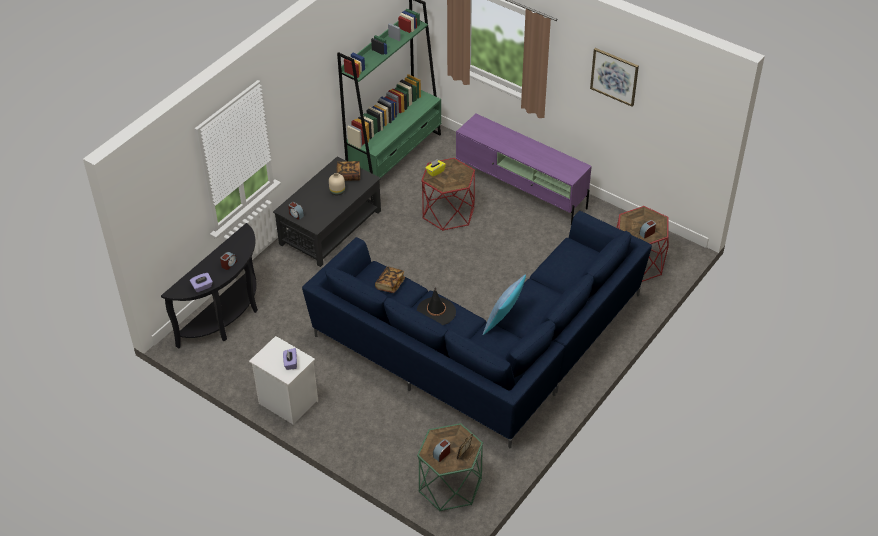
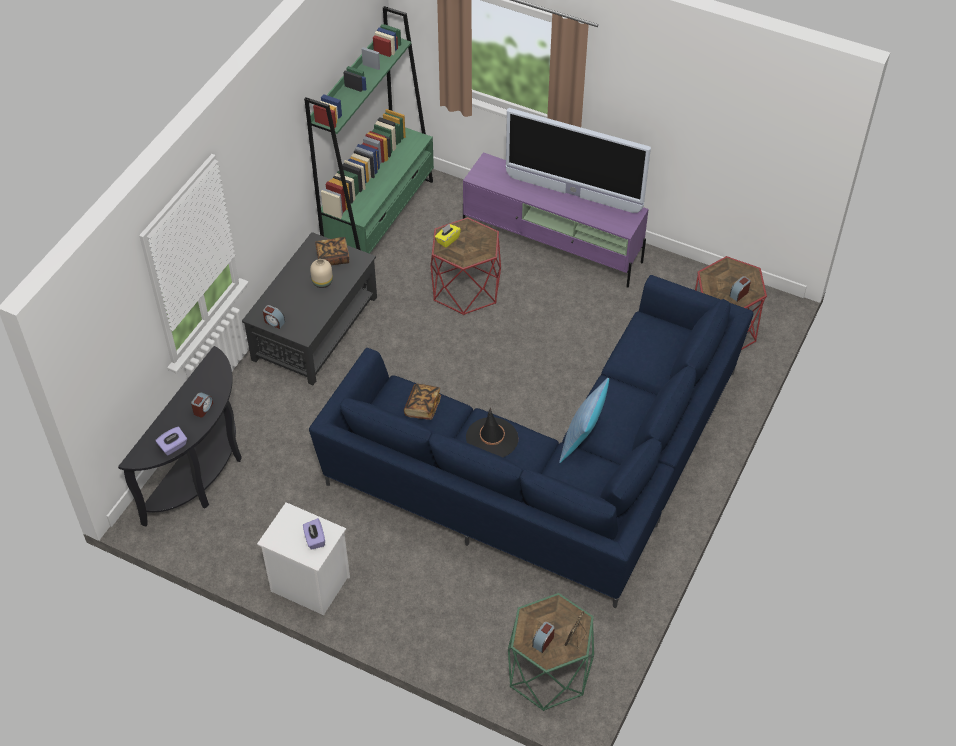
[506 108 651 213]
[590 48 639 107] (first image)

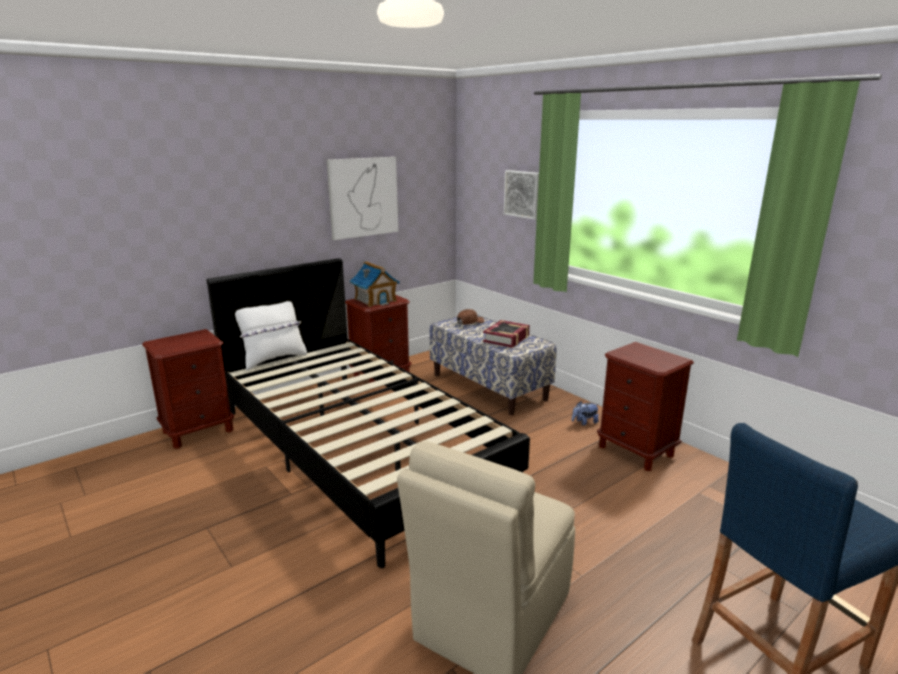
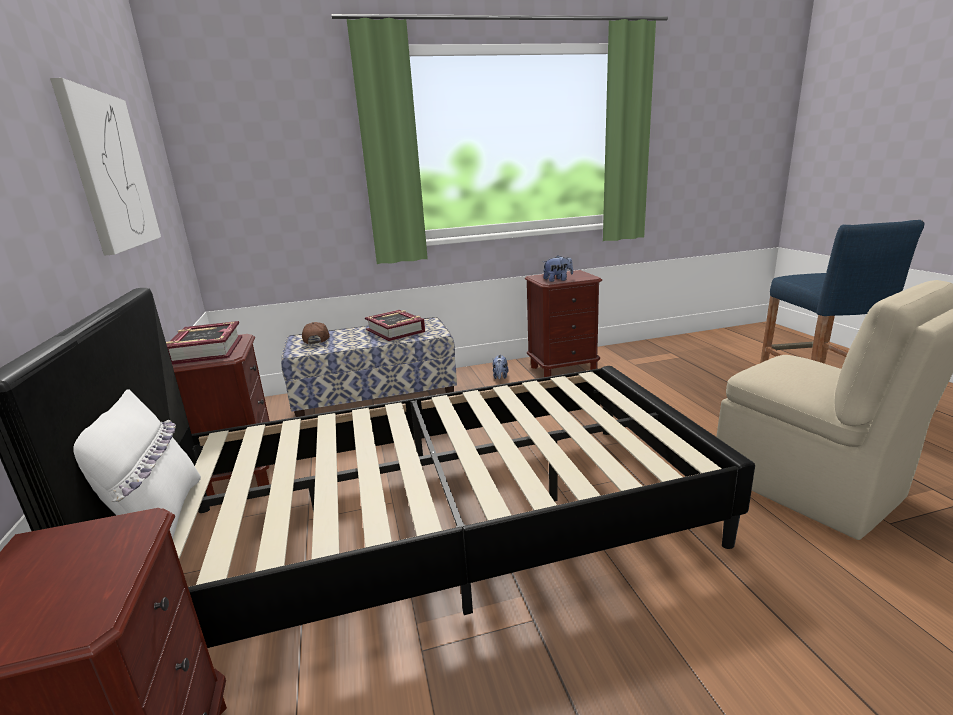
[166 321 242 364]
[543 255 573 282]
[504 170 539 220] (first image)

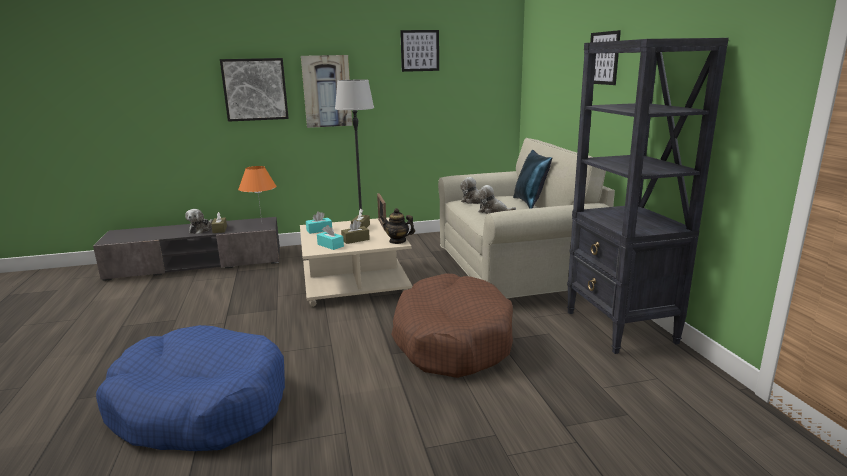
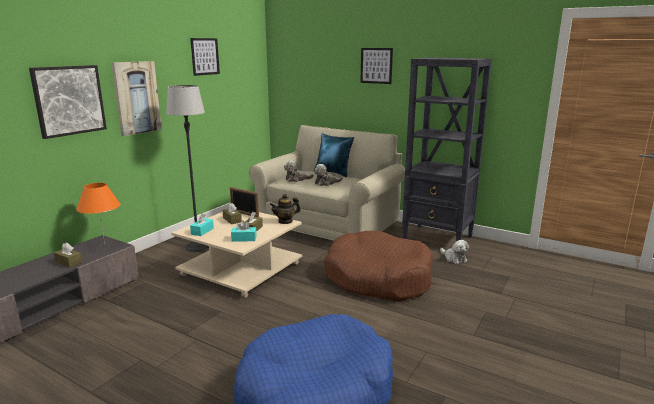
[440 240 469 264]

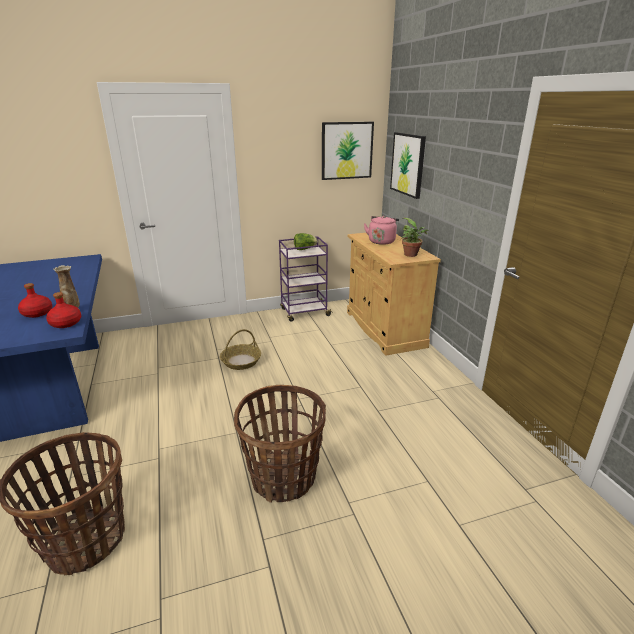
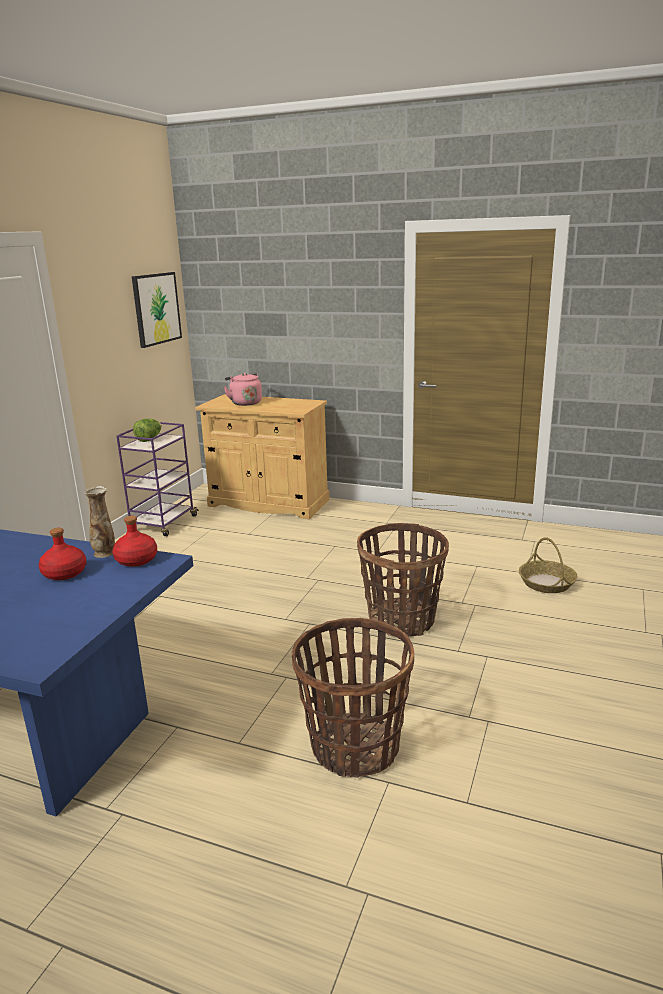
[519 537 577 593]
[390 132 426 199] (first image)
[401 218 429 257] (first image)

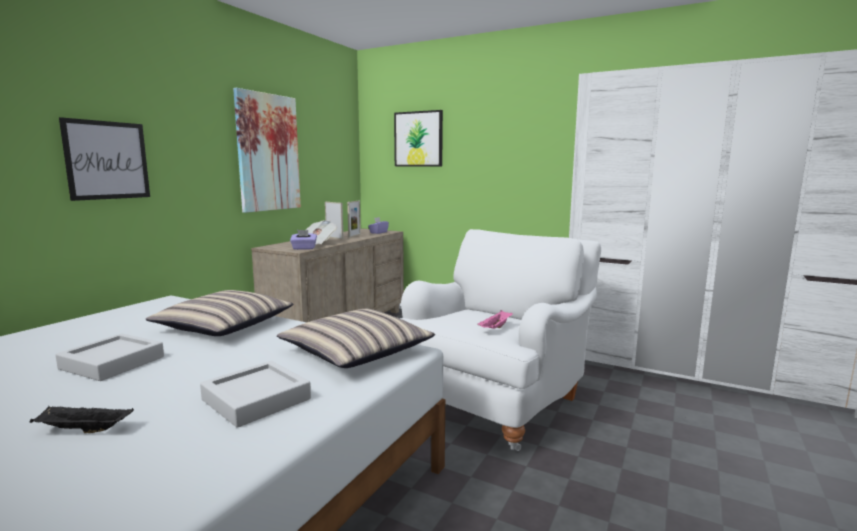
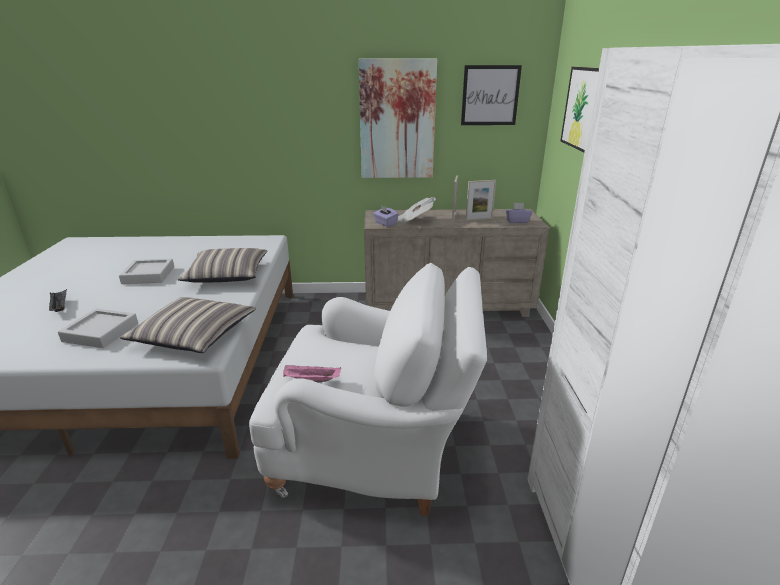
[461 65 522 125]

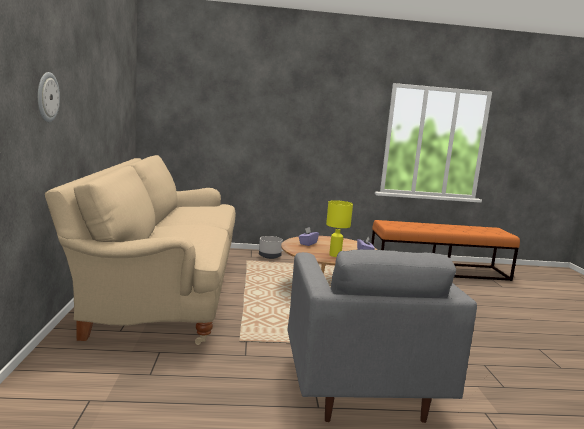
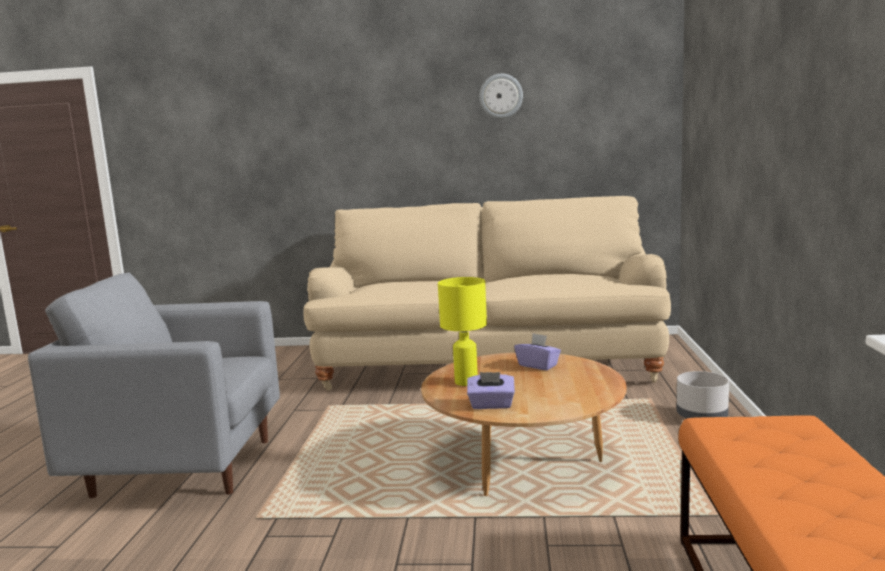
[479 74 523 119]

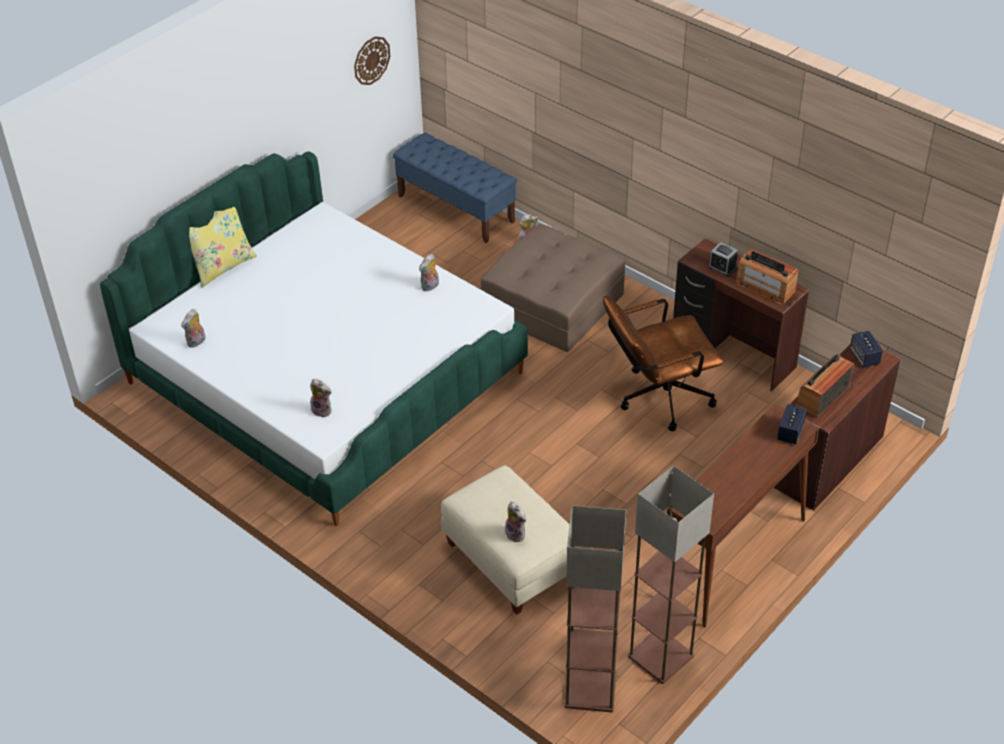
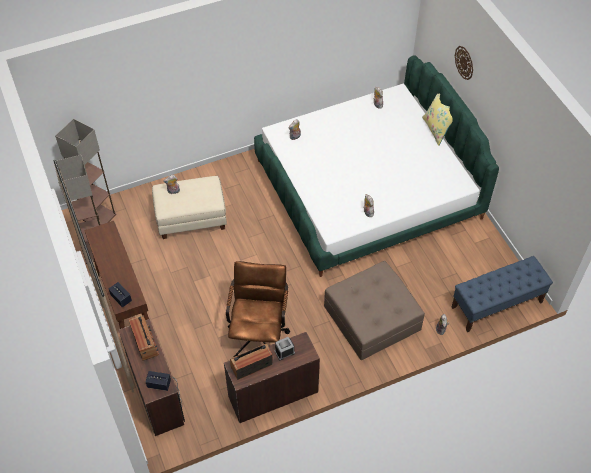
[455 46 473 80]

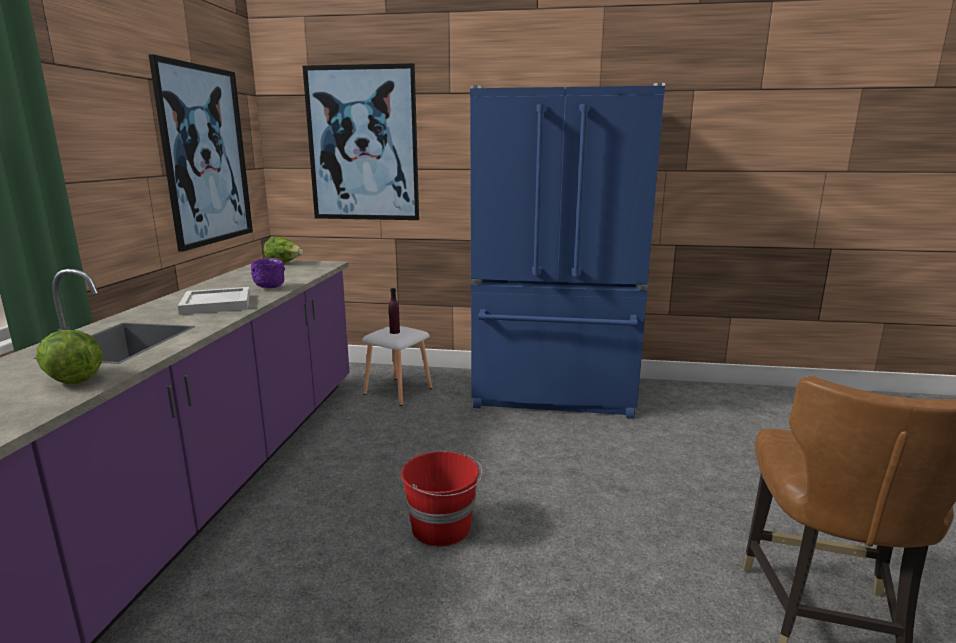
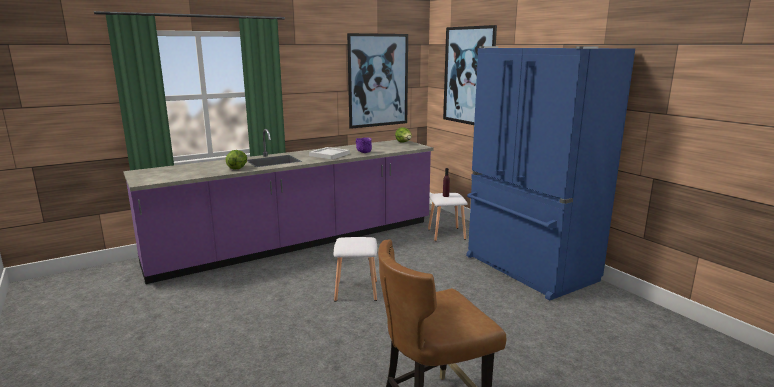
[334 237 377 302]

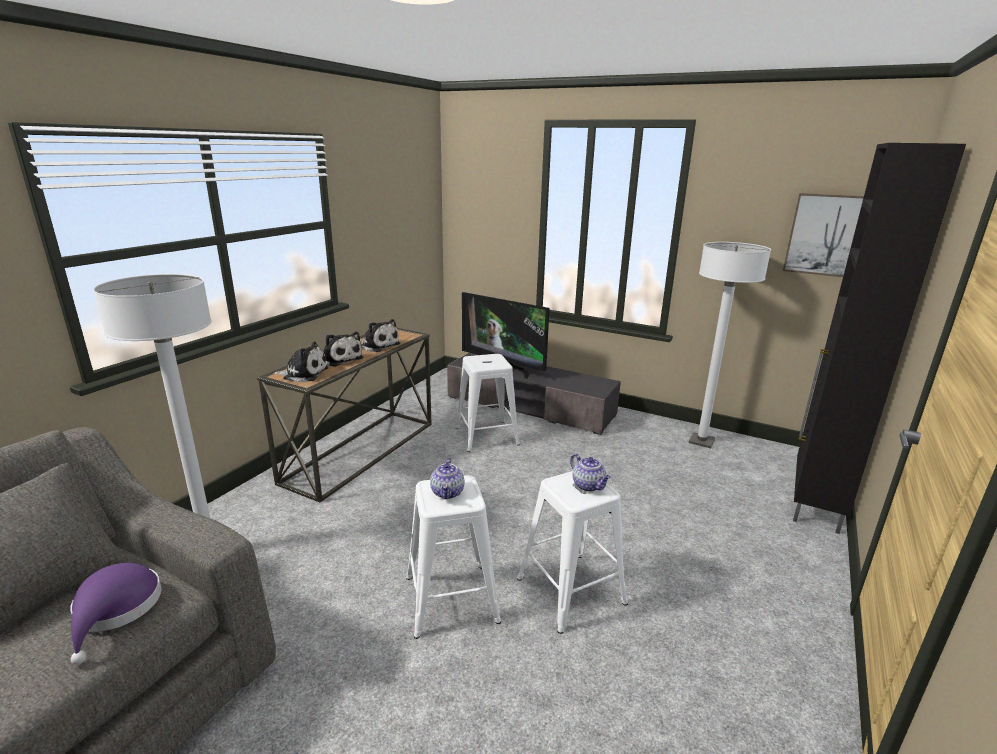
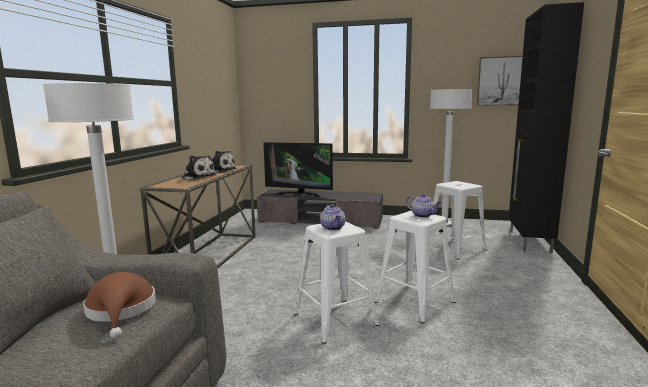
[83 272 156 339]
[430 181 487 259]
[273 341 328 382] (first image)

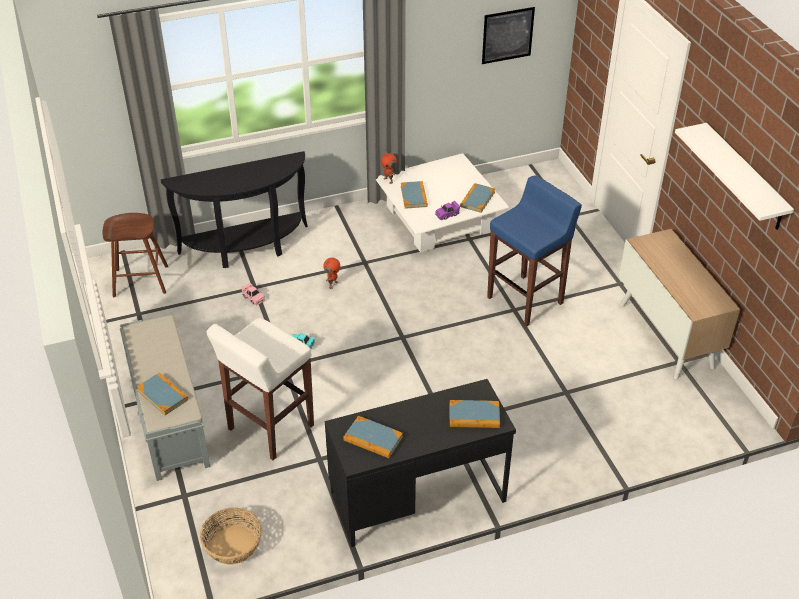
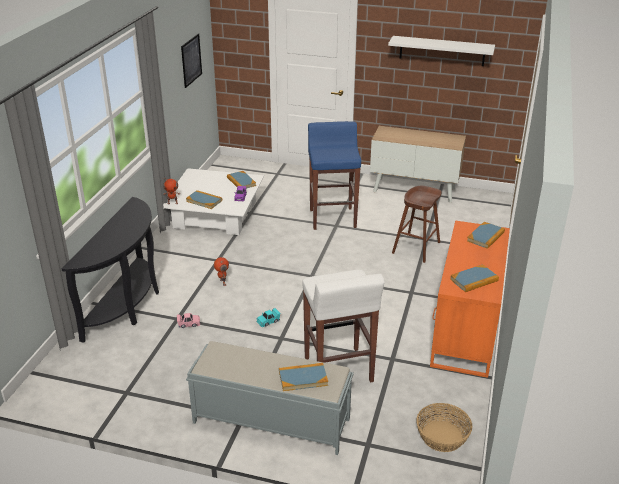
[392 186 441 263]
[430 220 510 378]

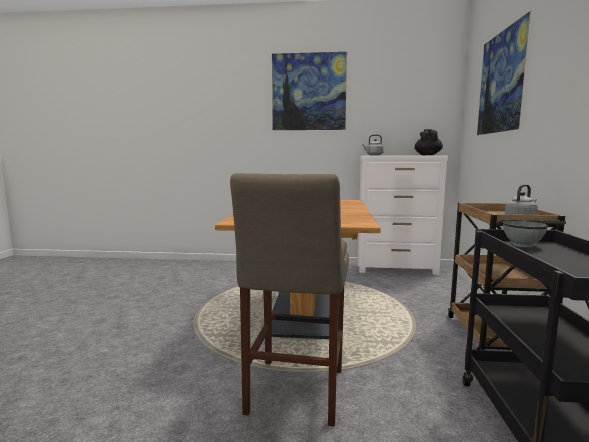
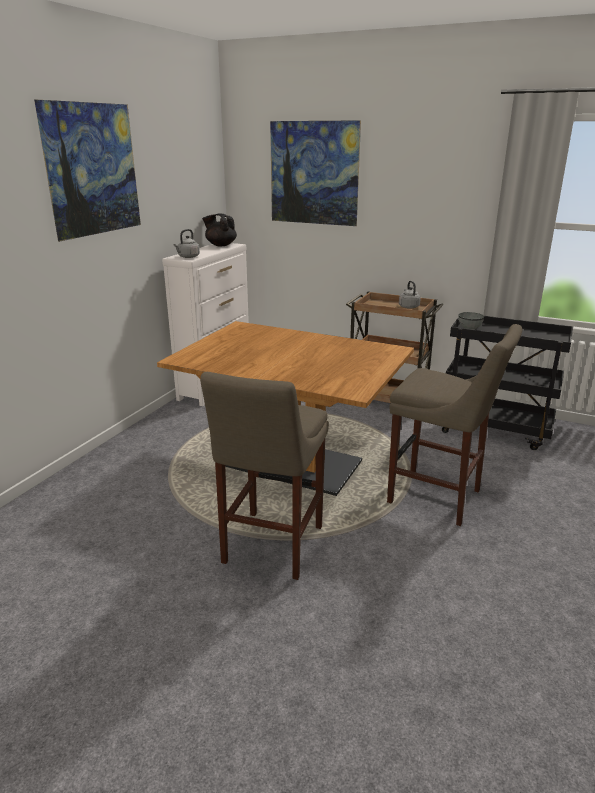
[200 372 329 580]

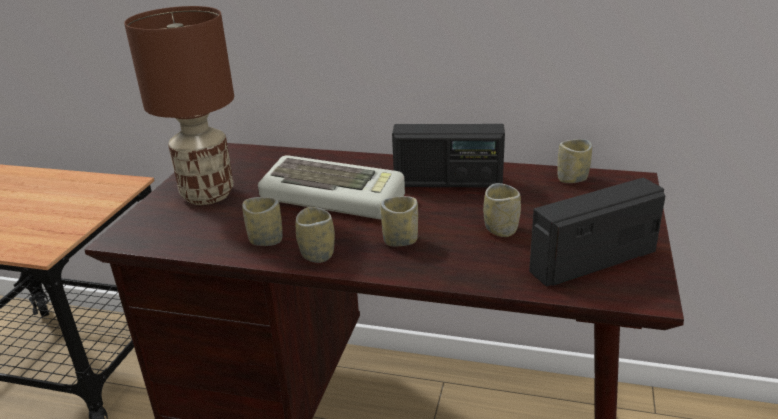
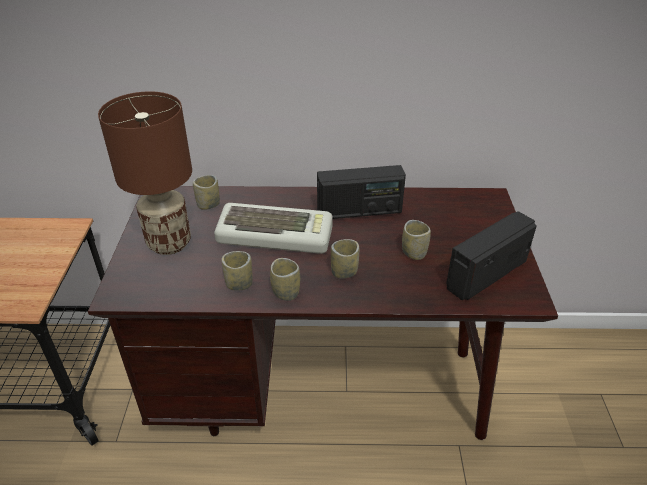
[193 175 220 210]

